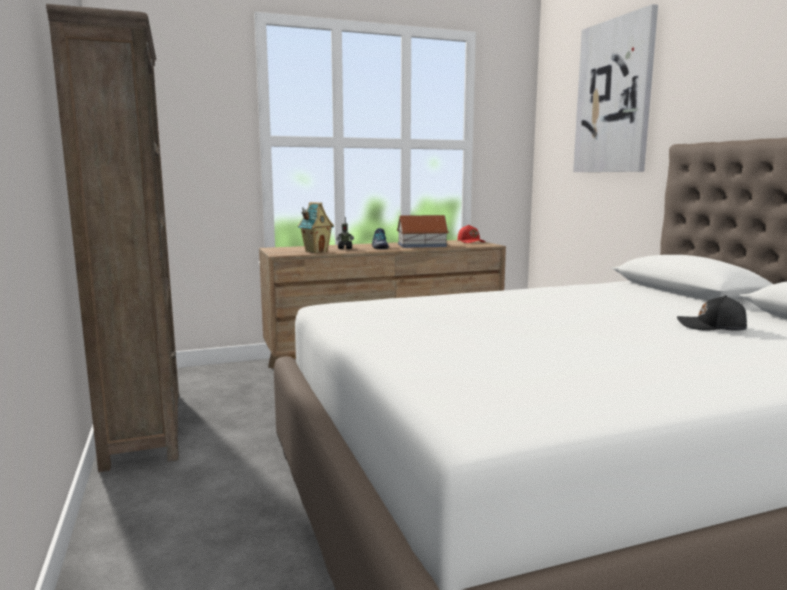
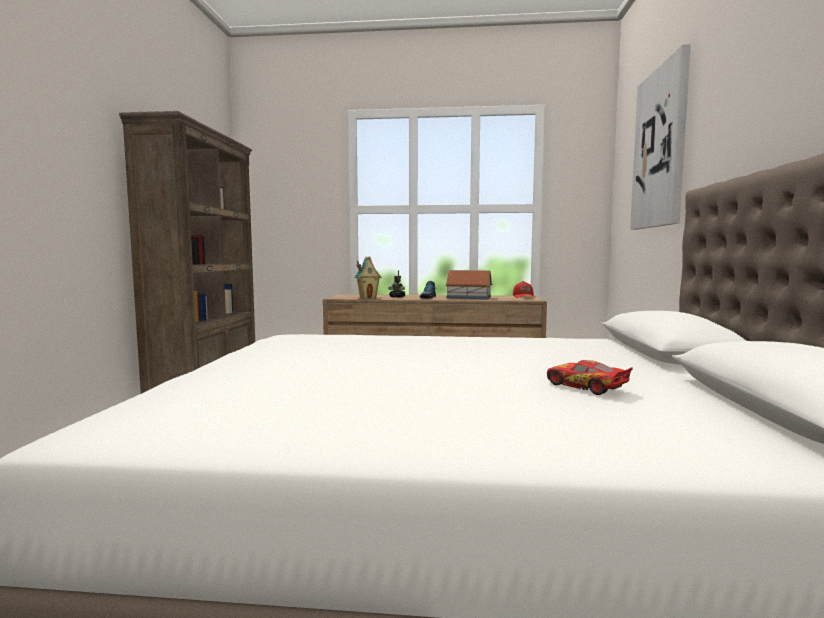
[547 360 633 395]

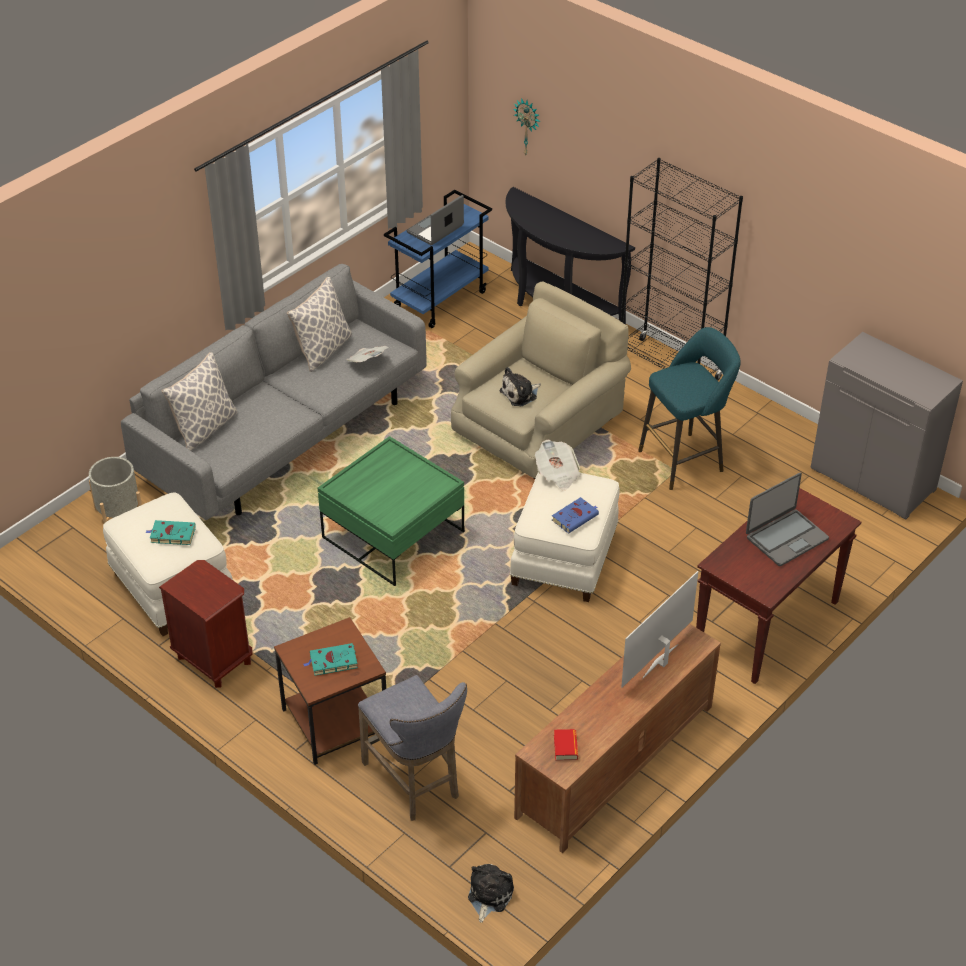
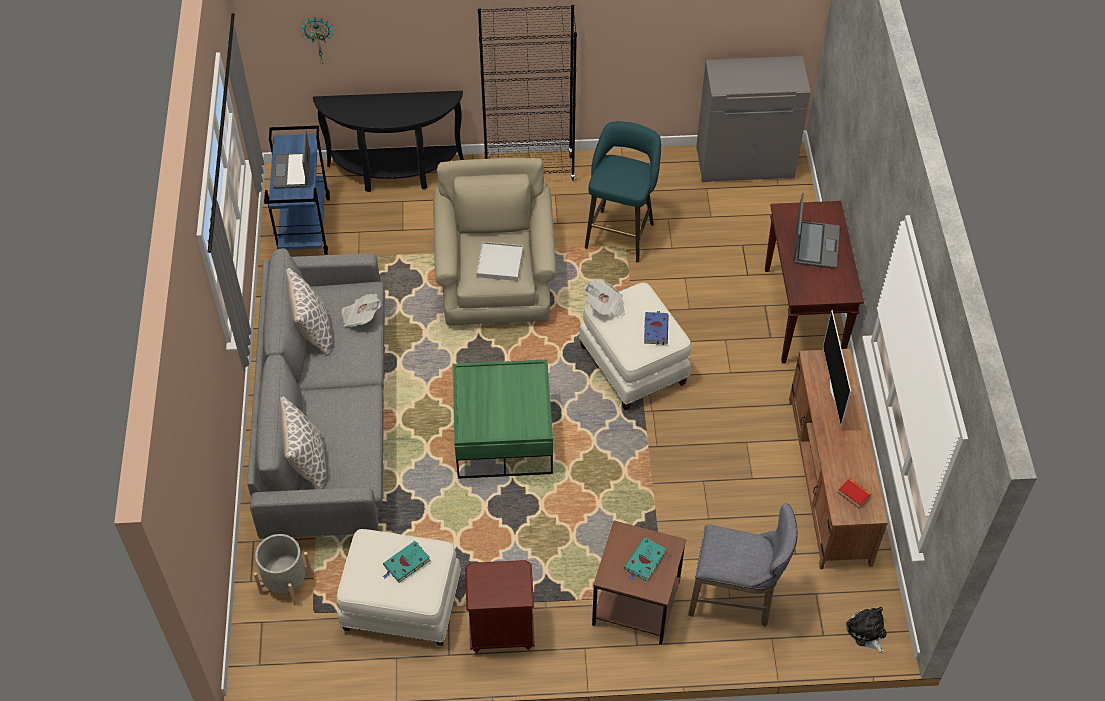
[476 242 523 281]

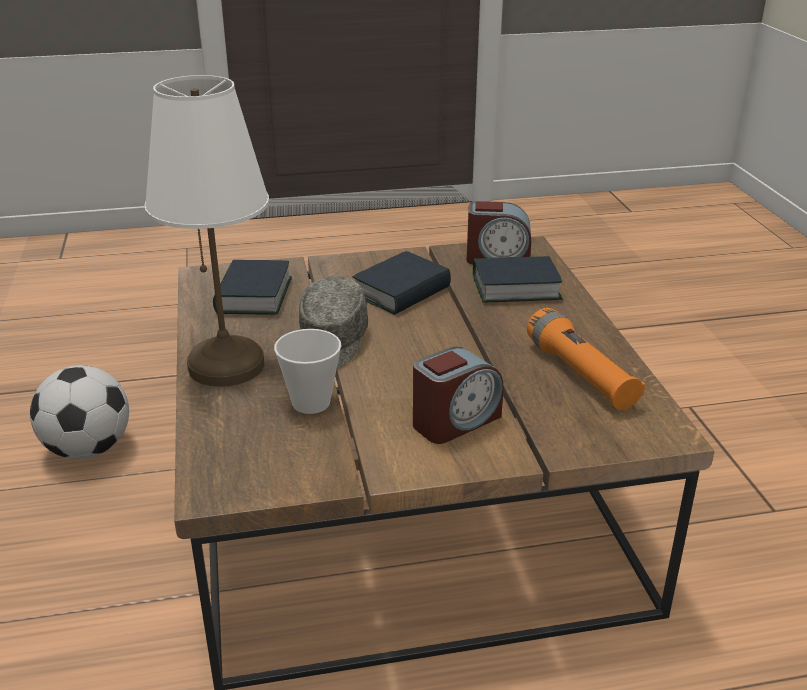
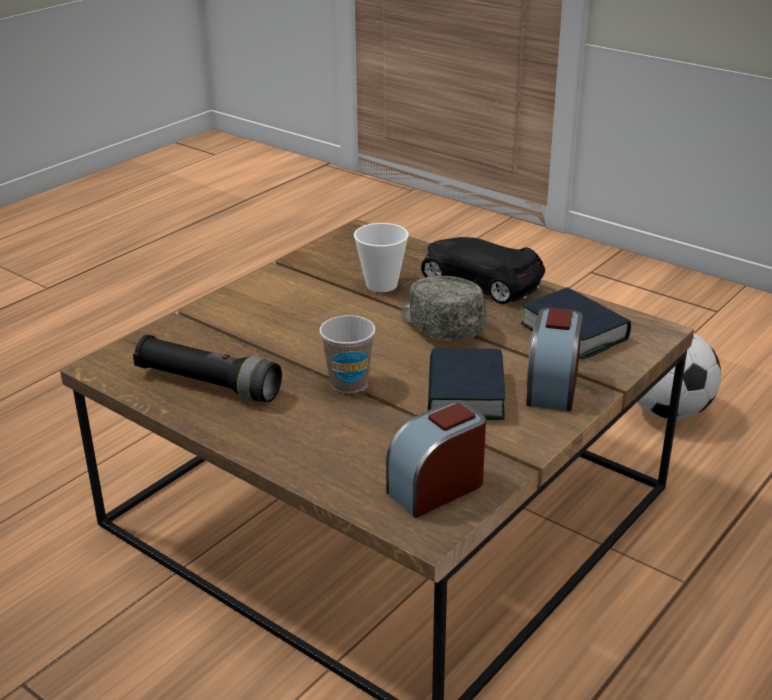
[133 335 282 402]
[319 315 376 393]
[421 237 545 304]
[526 308 583 411]
[473 256 562 302] (first image)

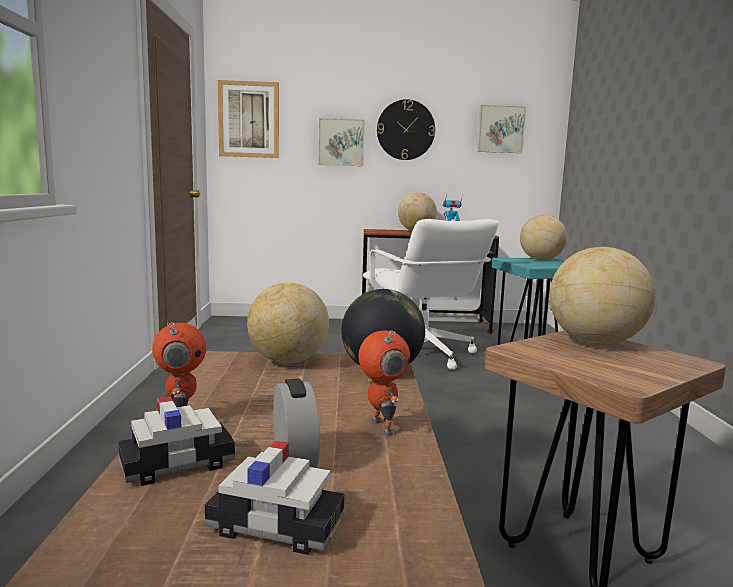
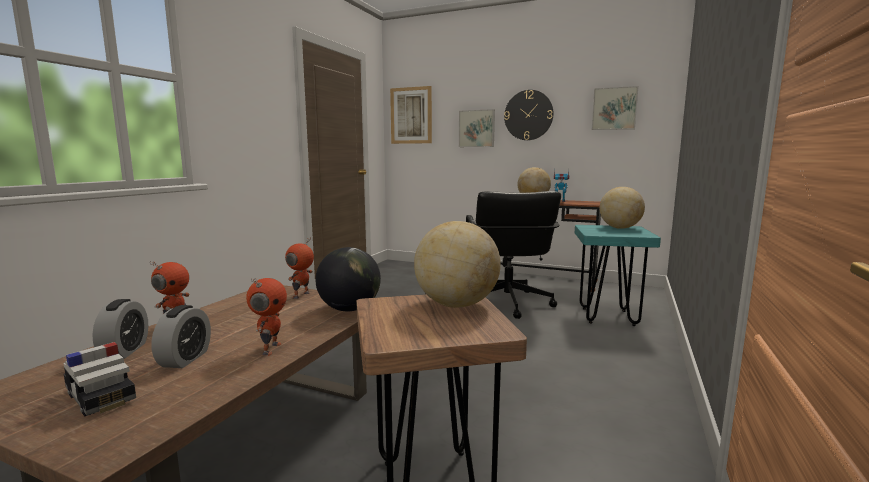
[92 299 148 358]
[285 237 314 299]
[466 191 561 319]

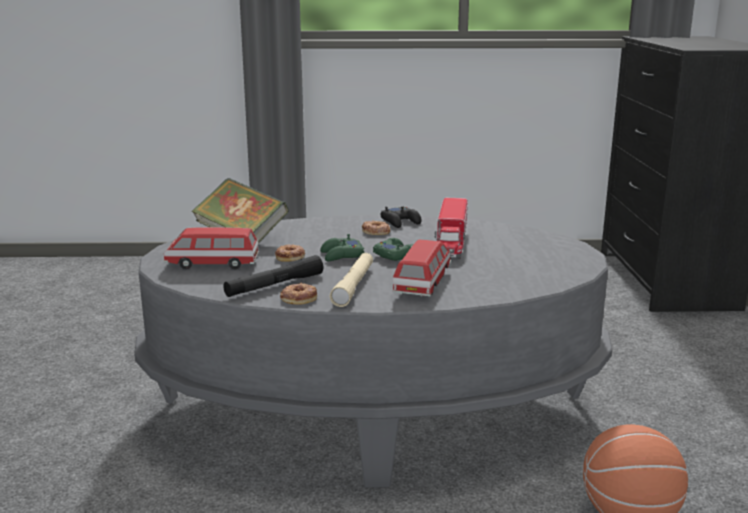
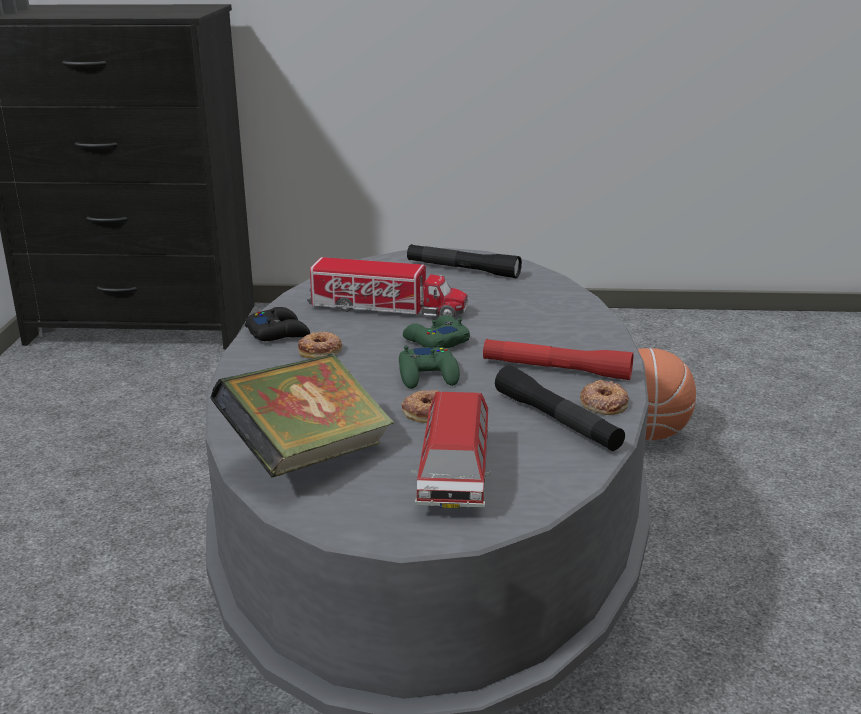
[407 244 522 278]
[483 339 633 380]
[393 240 453 296] (first image)

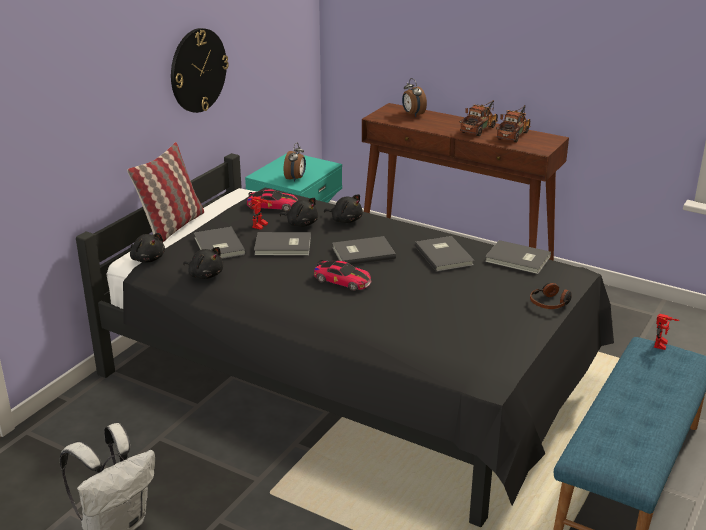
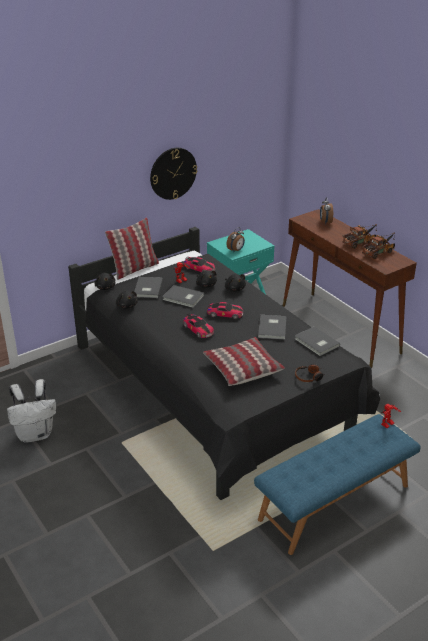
[203 337 285 386]
[207 302 243 319]

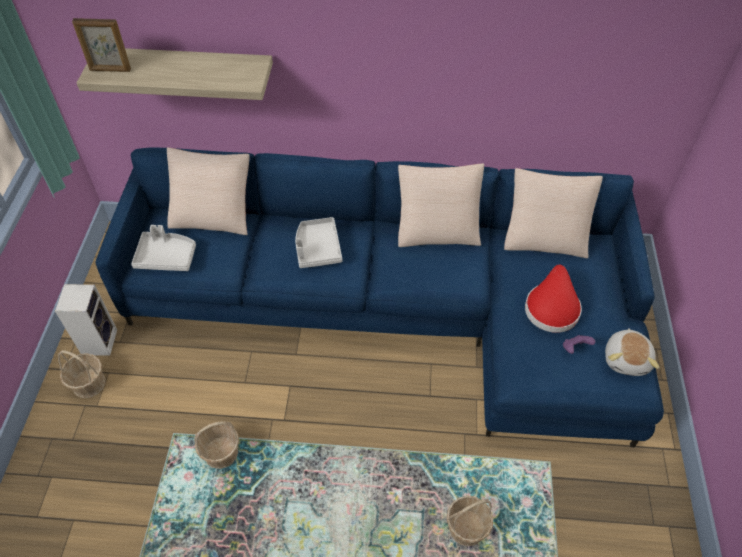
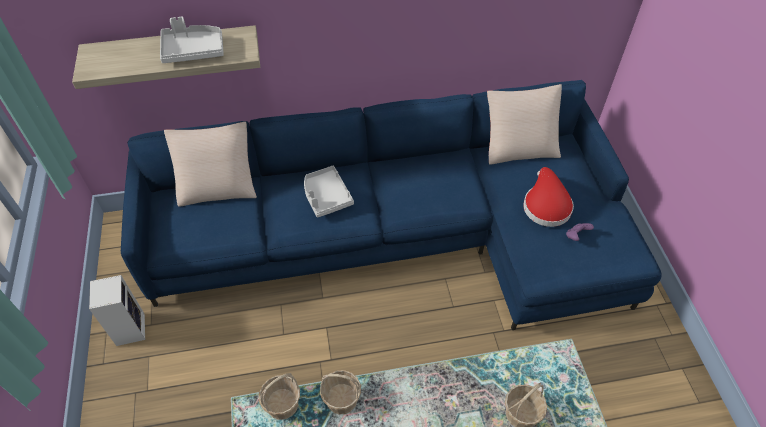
[160 17 224 63]
[320 370 361 414]
[72 18 131 72] (first image)
[398 163 484 247] (first image)
[605 328 659 376] (first image)

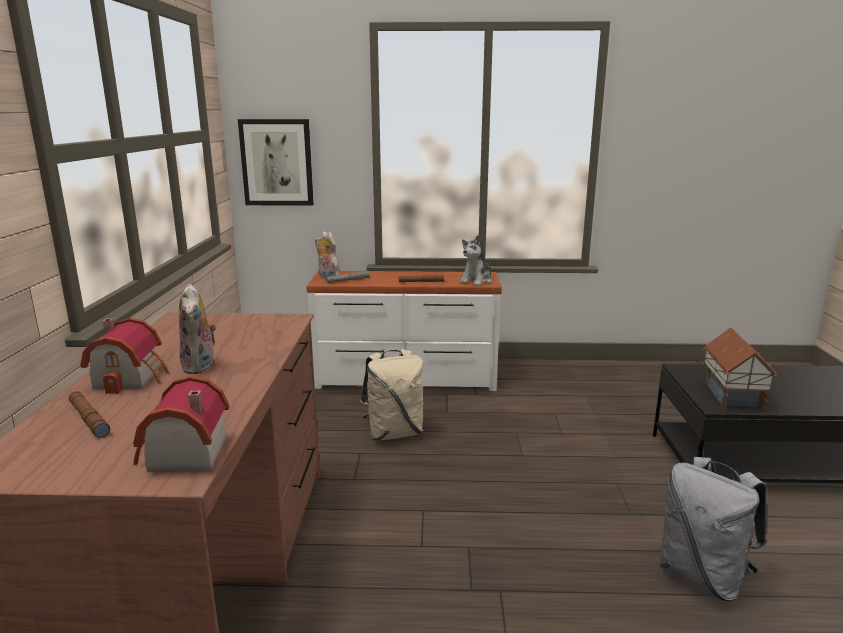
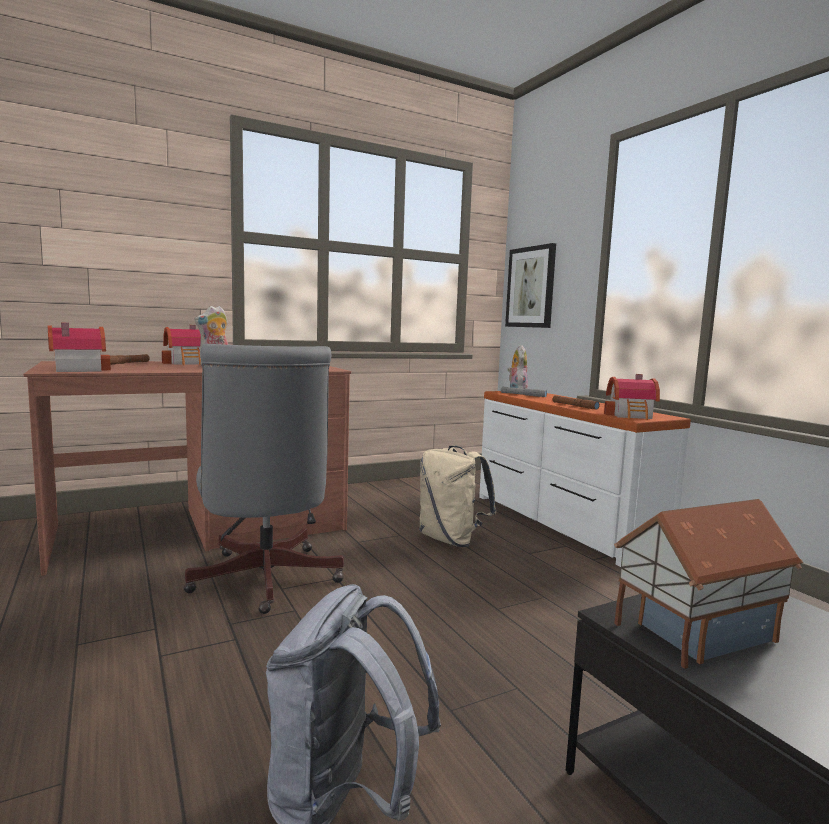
[183 344 344 614]
[604 374 660 420]

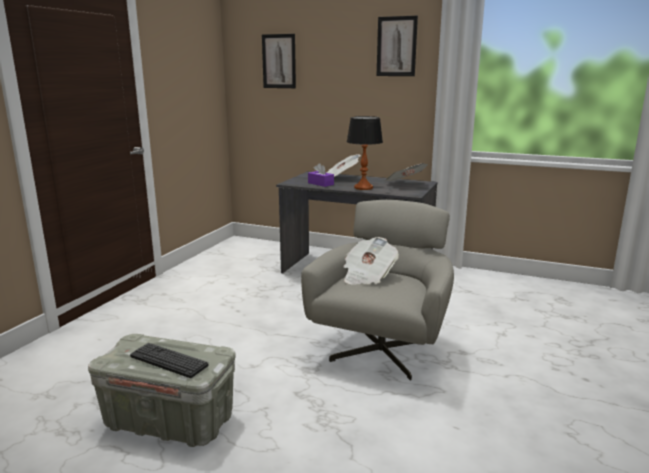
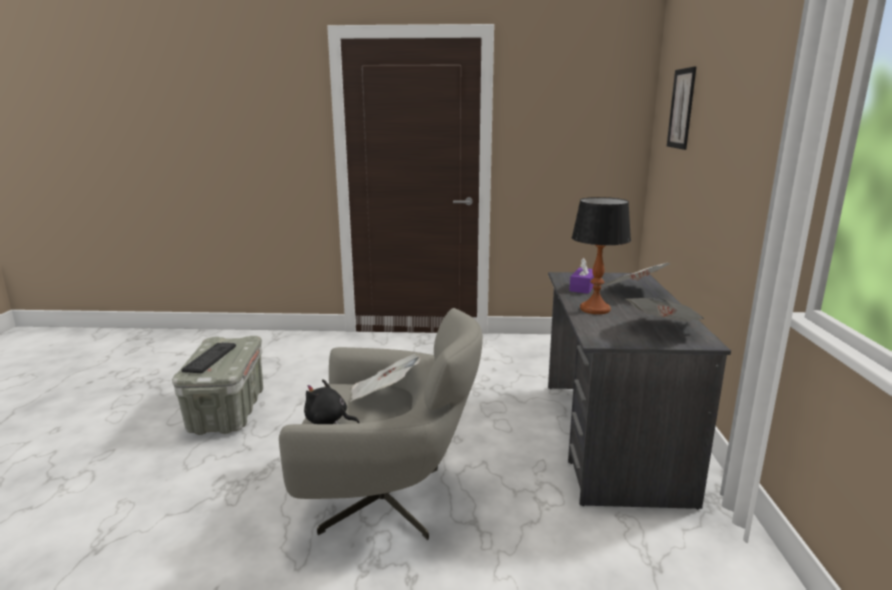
[304 379 360 424]
[377 16 418 76] (first image)

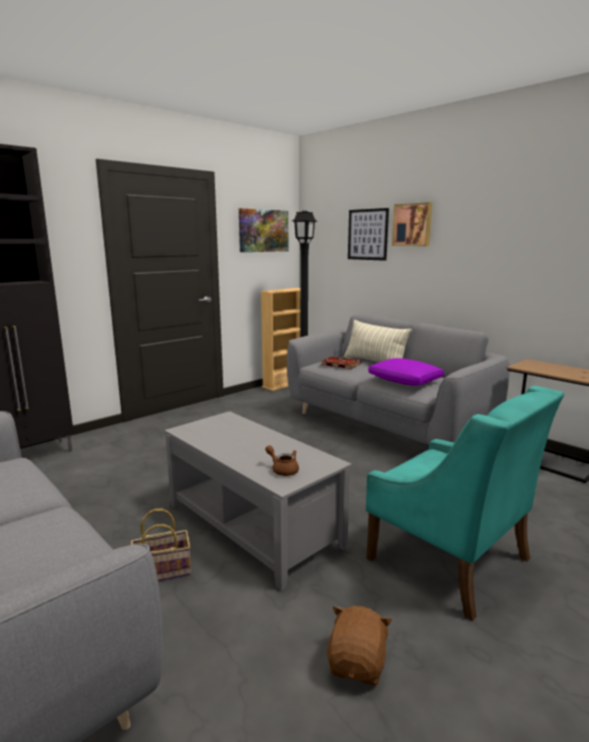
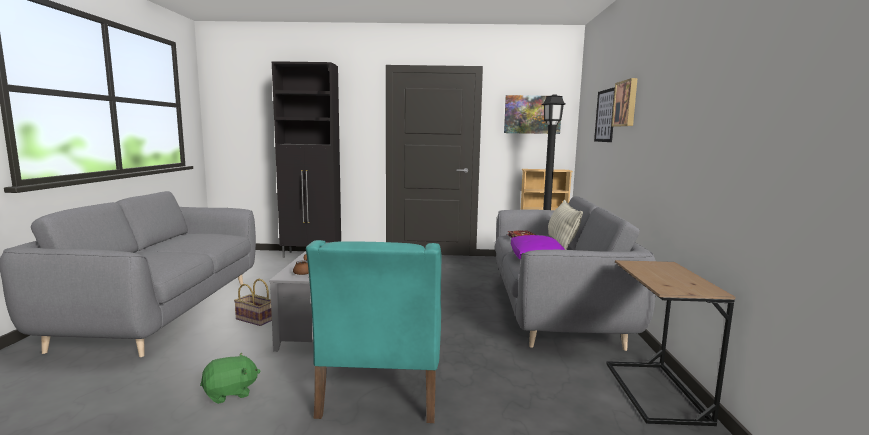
[200 353 260 404]

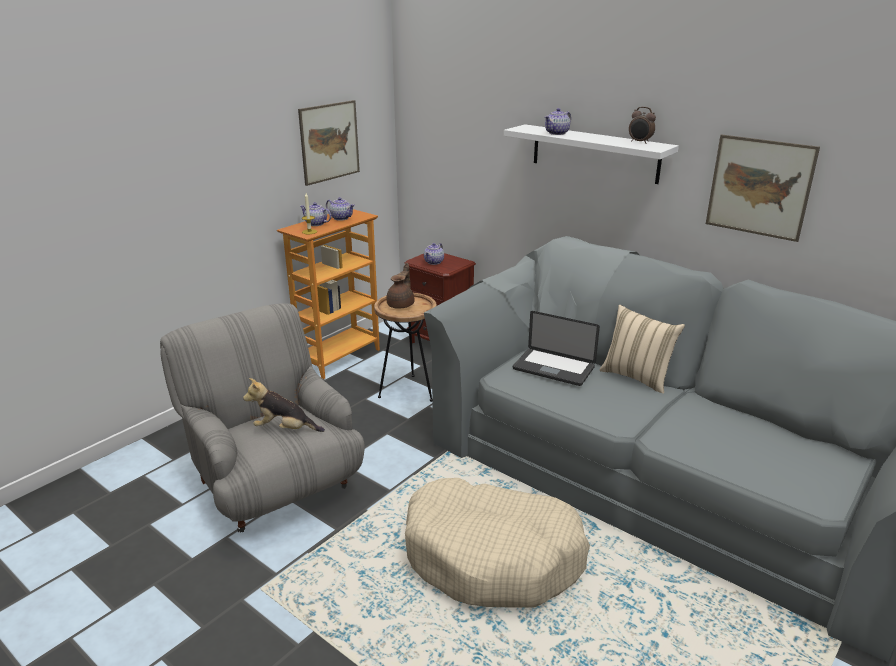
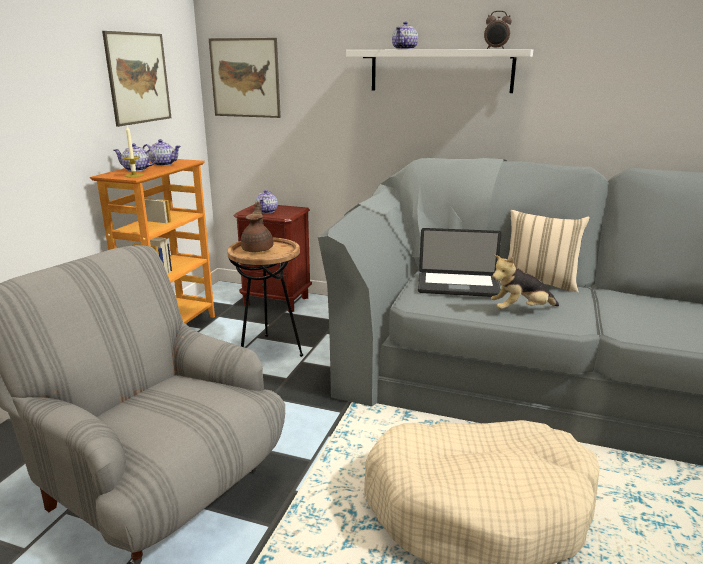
[209 38 281 118]
[491 255 559 309]

